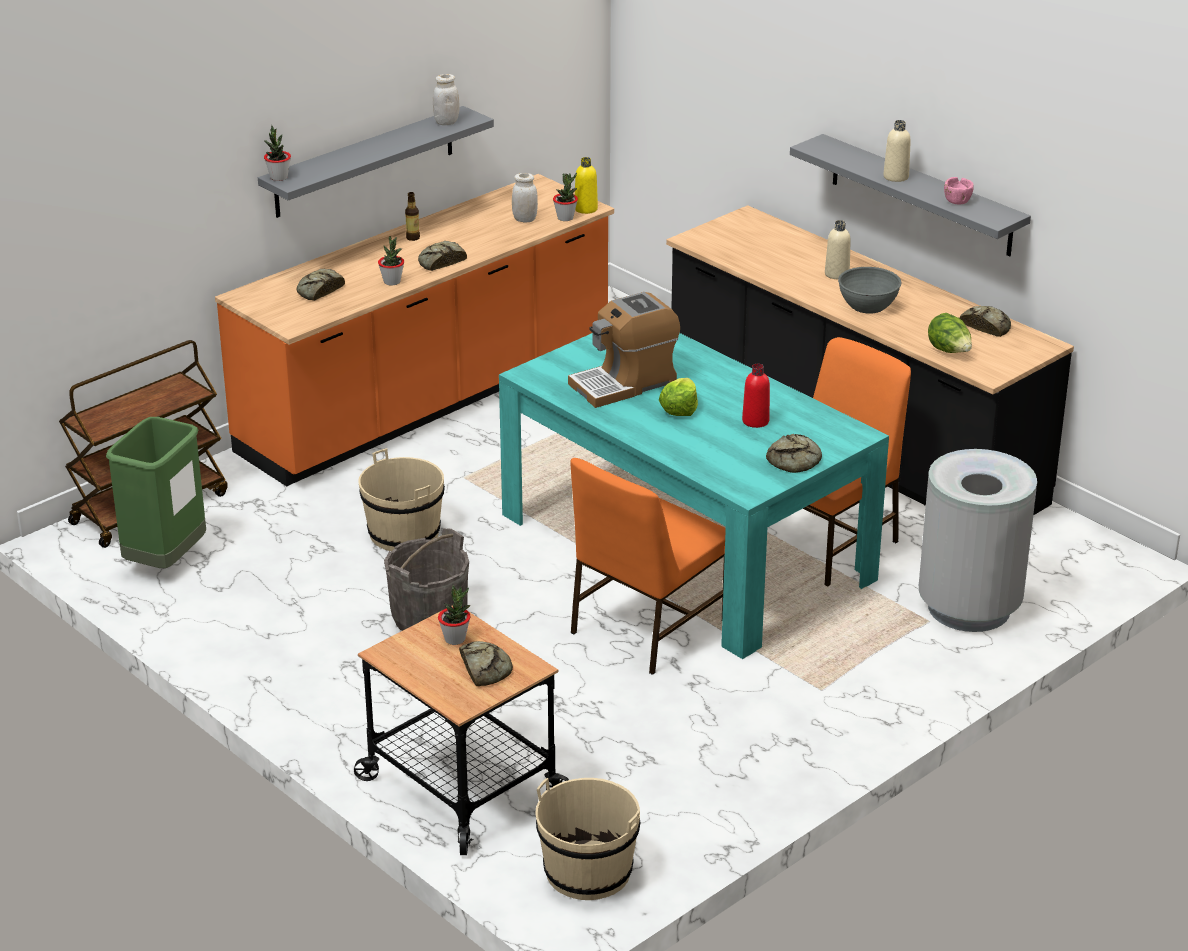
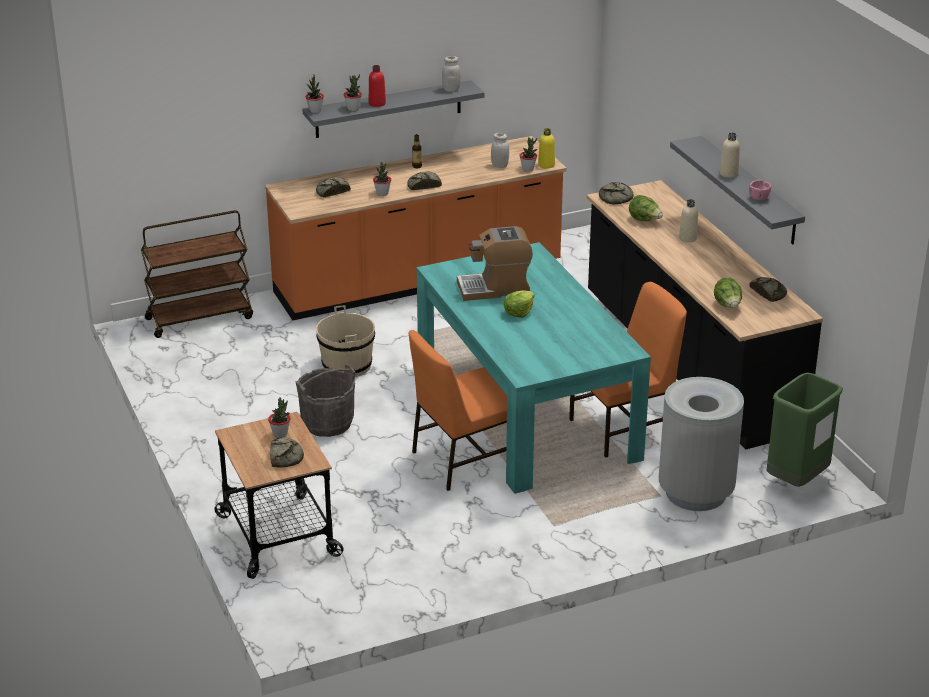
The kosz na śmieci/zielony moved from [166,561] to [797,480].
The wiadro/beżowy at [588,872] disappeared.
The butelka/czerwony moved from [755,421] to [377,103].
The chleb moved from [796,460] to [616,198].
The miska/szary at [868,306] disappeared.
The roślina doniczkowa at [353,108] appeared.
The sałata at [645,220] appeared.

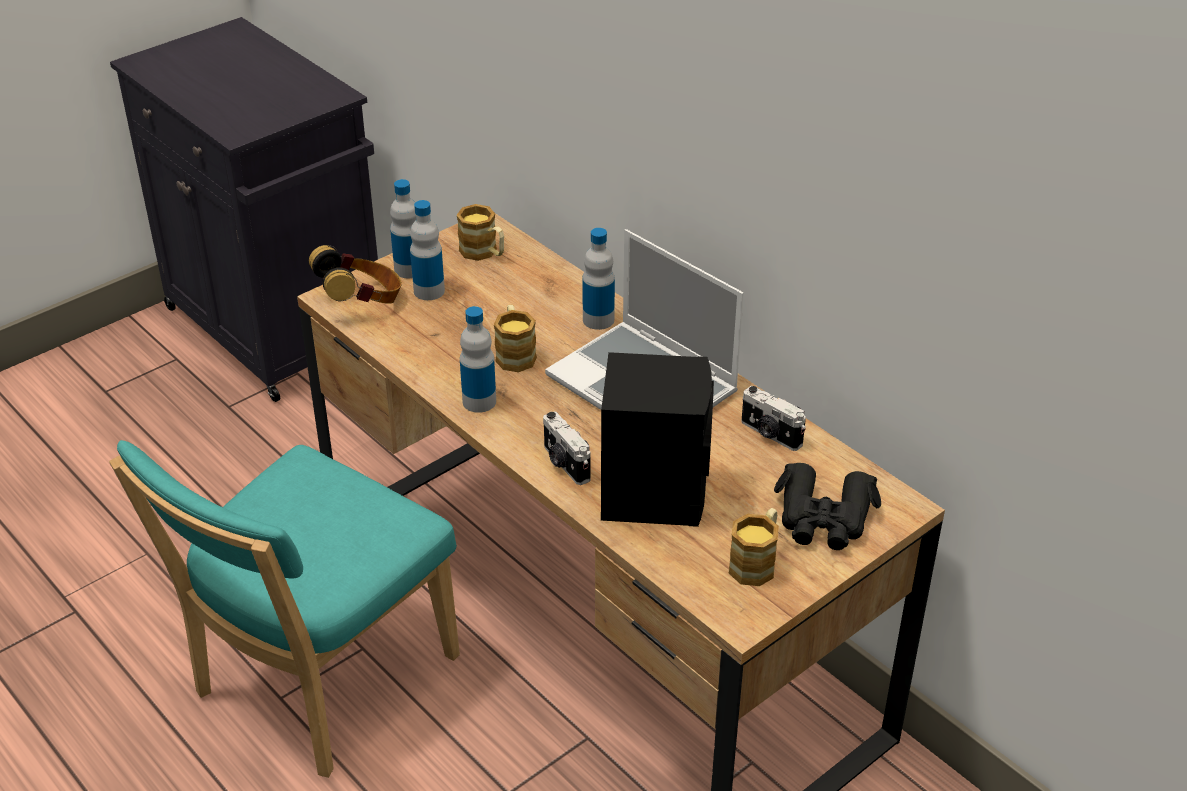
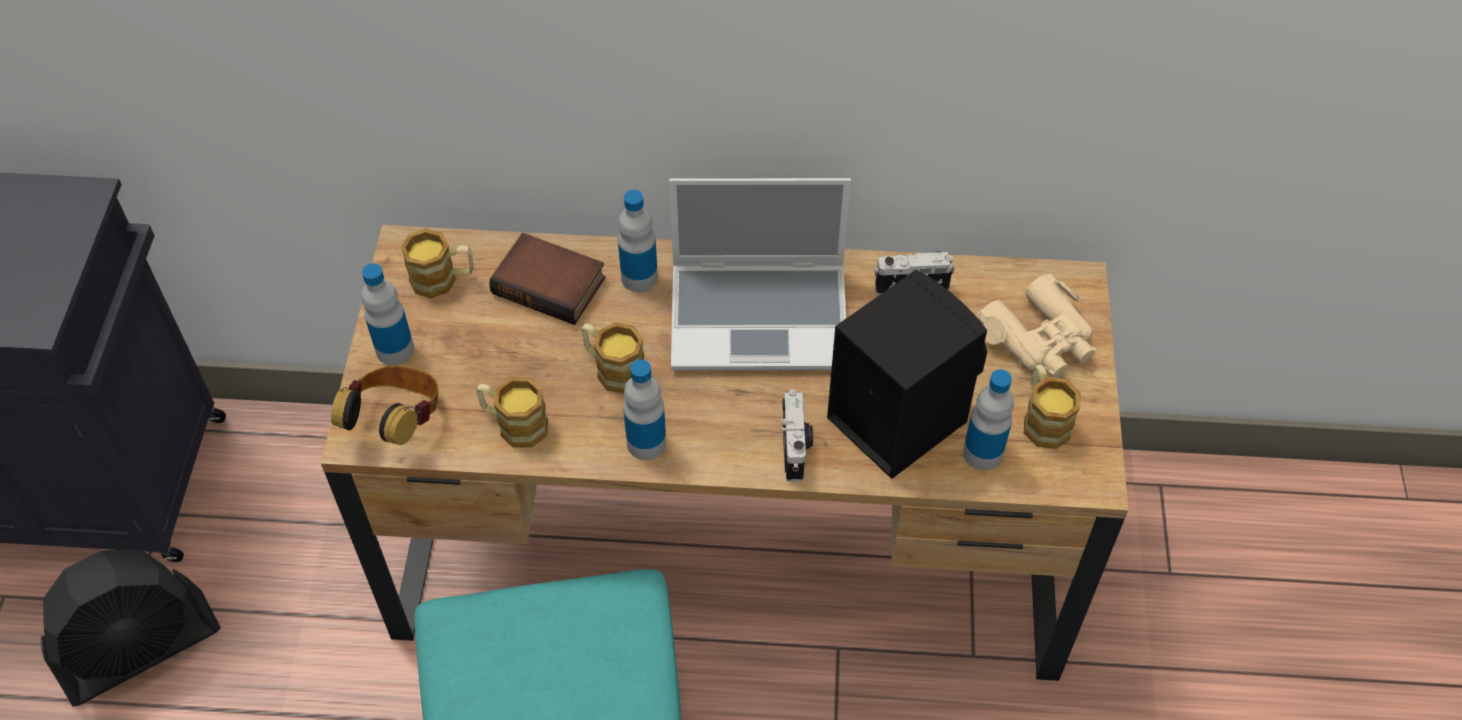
The butelka moved from [429,291] to [982,453].
The aparat fotograficzny at [564,464] turned 105 degrees counterclockwise.
The lornetka/czarny at [824,518] became the lornetka/beżowy at [1040,338].
The wentylator/czarny at [141,649] appeared.
The kubek at [514,424] appeared.
The książka at [552,284] appeared.

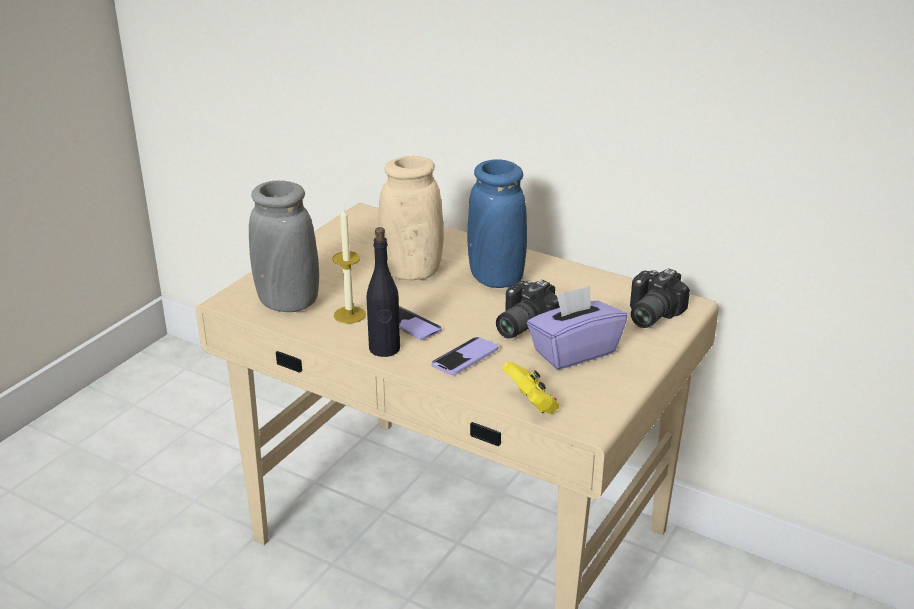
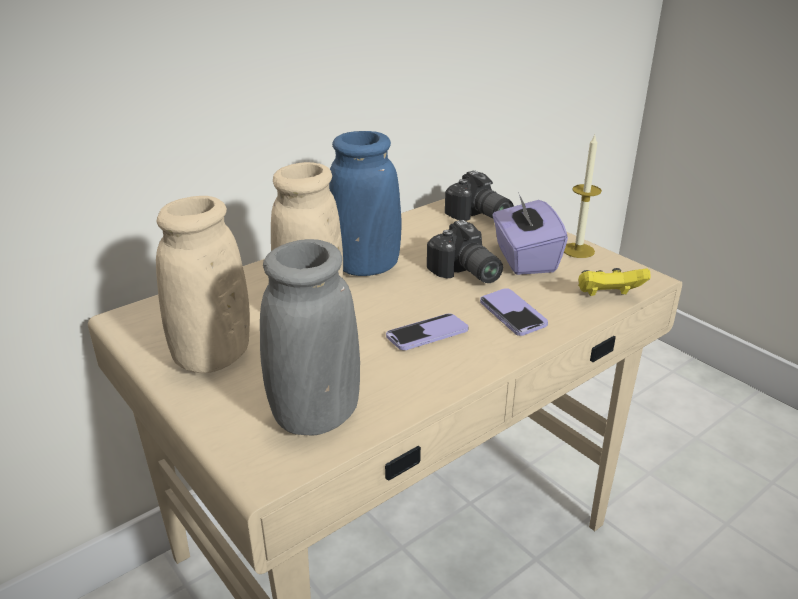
The świeca moved from [349,315] to [578,250].
The butelka/czarny at [384,349] disappeared.
The wazon/beżowy at [213,357] appeared.

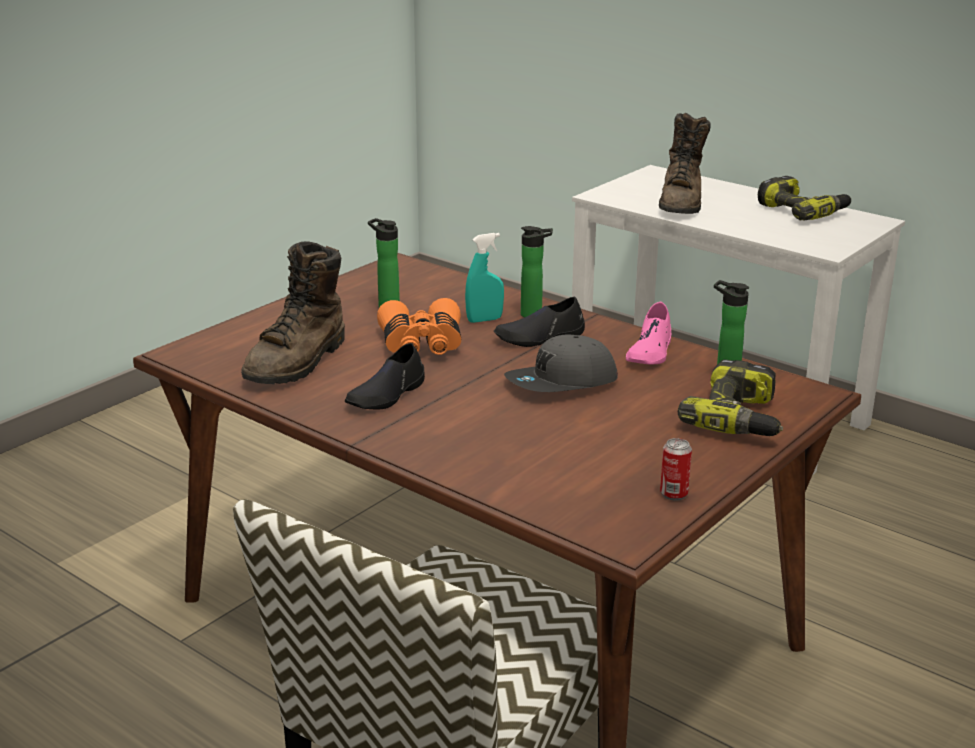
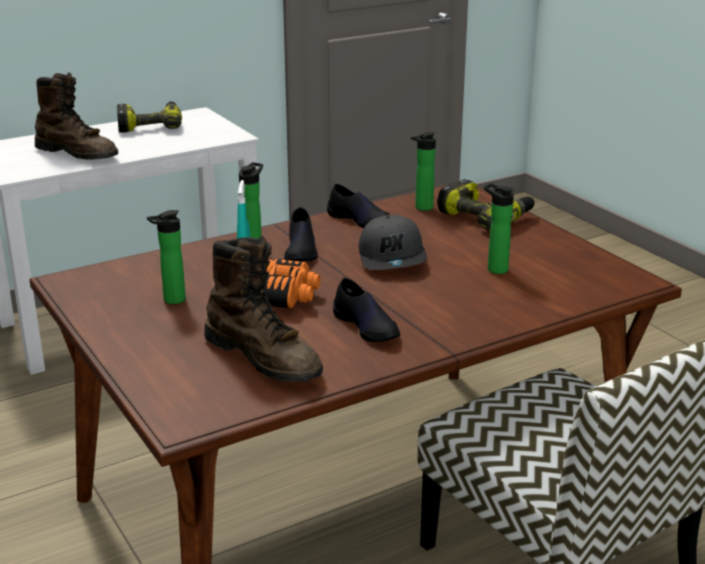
The but/różowy at [650,351] became the but/czarny at [360,220].
The puszka at [673,494] disappeared.
The butelka at [494,269] appeared.

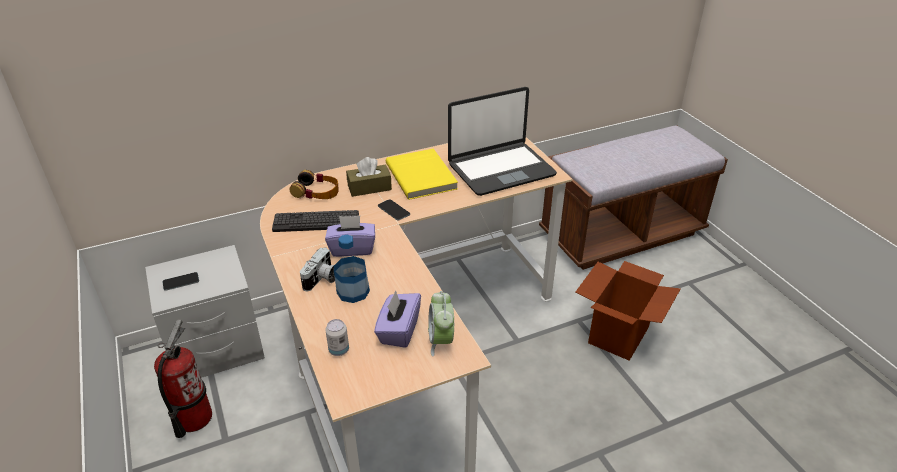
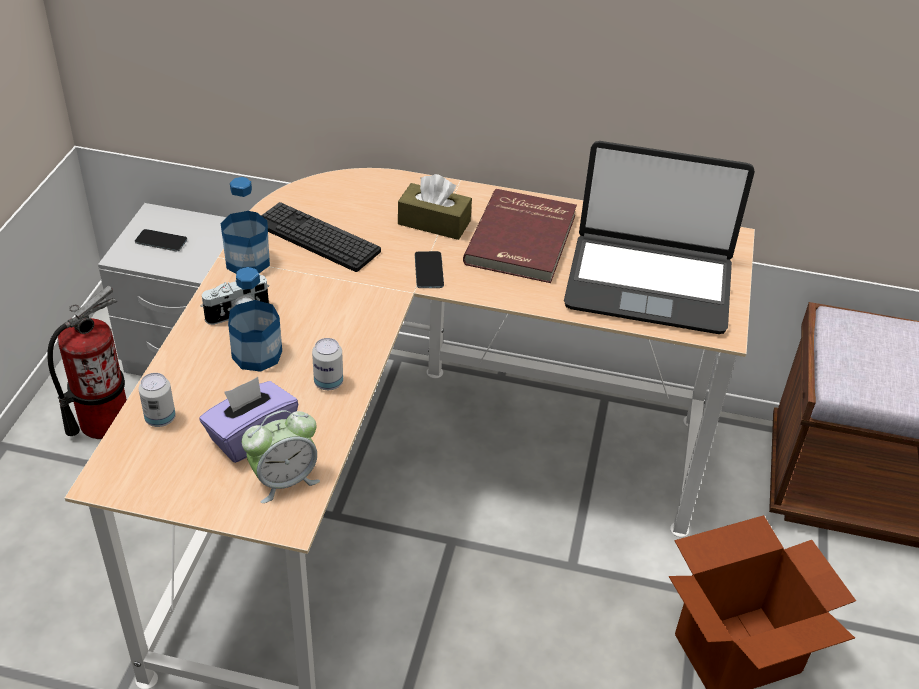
The słuchawki at [316,192] disappeared.
The pudełko chusteczek/fioletowy at [352,248] disappeared.
The książka/żółty at [422,176] became the książka/czerwony at [523,240].
The budzik at [441,341] turned 150 degrees counterclockwise.
The butelka at [247,261] appeared.
The puszka at [328,383] appeared.

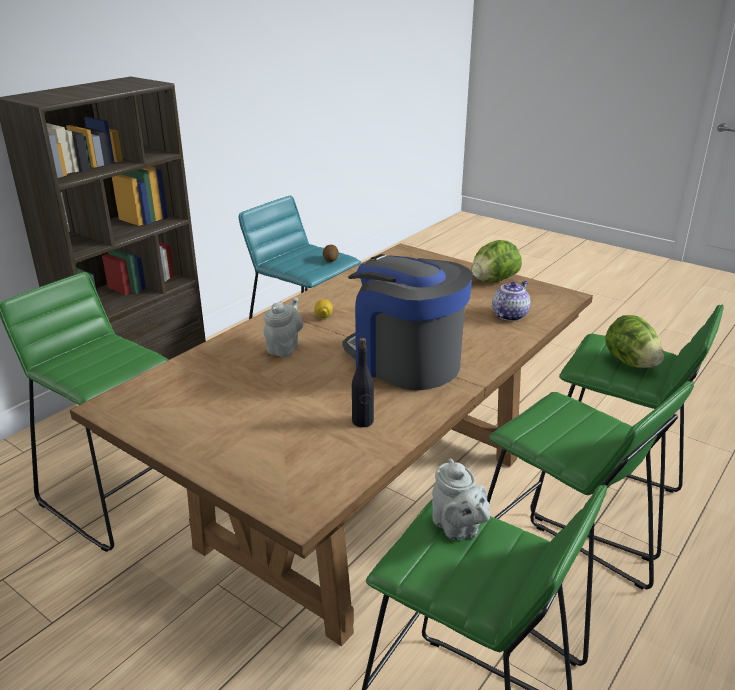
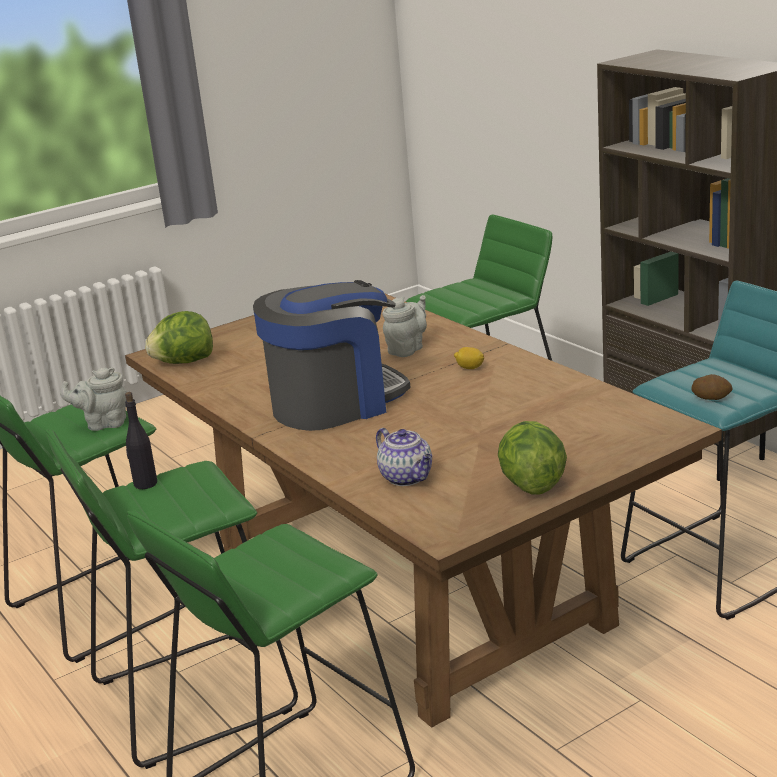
The imbryk/szary at [284,347] turned 90 degrees counterclockwise.
The butelka/czarny moved from [362,421] to [145,484].
The sałata moved from [630,363] to [184,362].

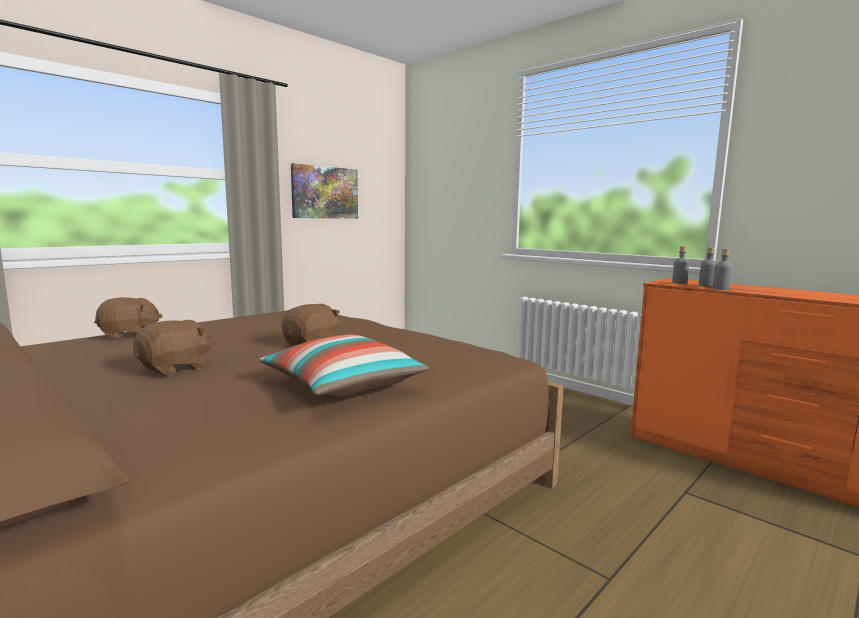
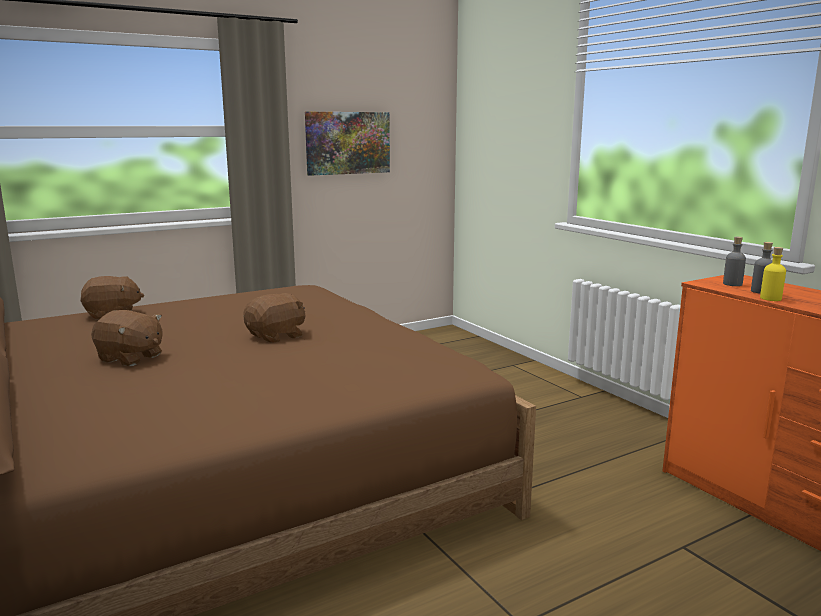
The pluszak/brązowy at [175,369] turned 60 degrees clockwise.
The poduszka at [343,386] disappeared.
The butelka/szary at [721,289] became the butelka/żółty at [770,298].

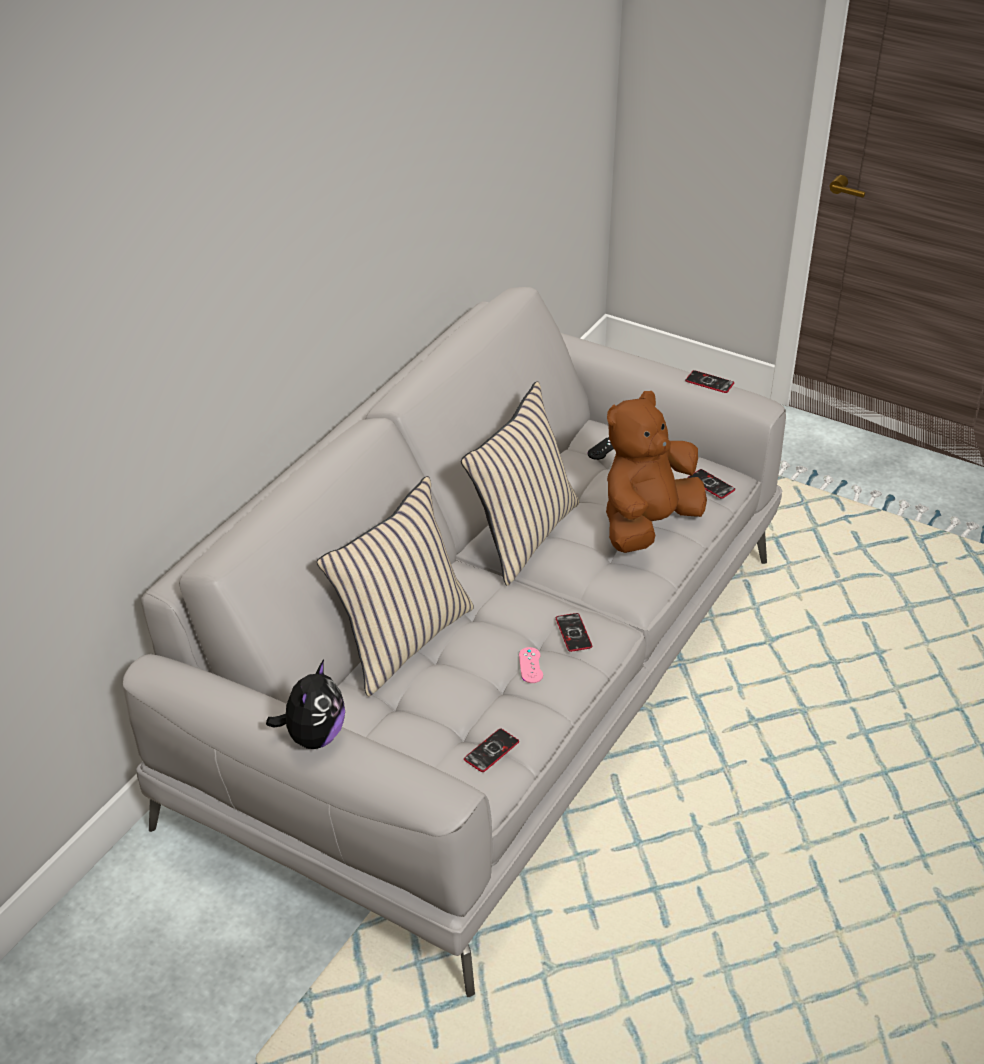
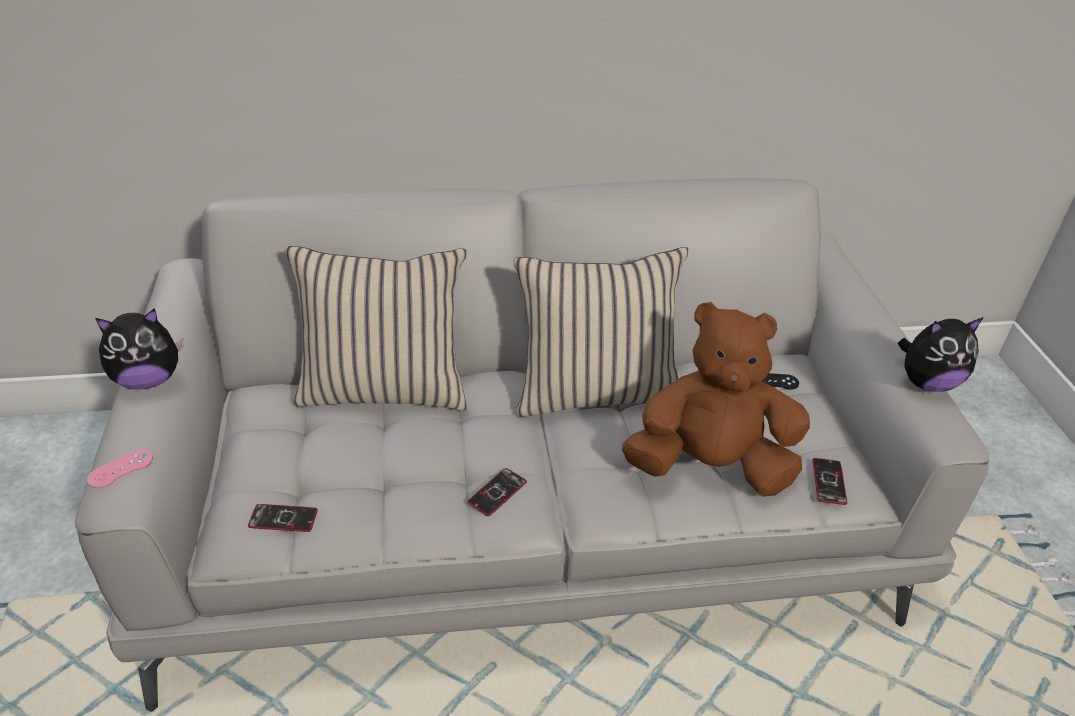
The pad do gier/różowy moved from [530,665] to [120,469].
The telefon at [709,382] was replaced by the pluszak at [927,383].

